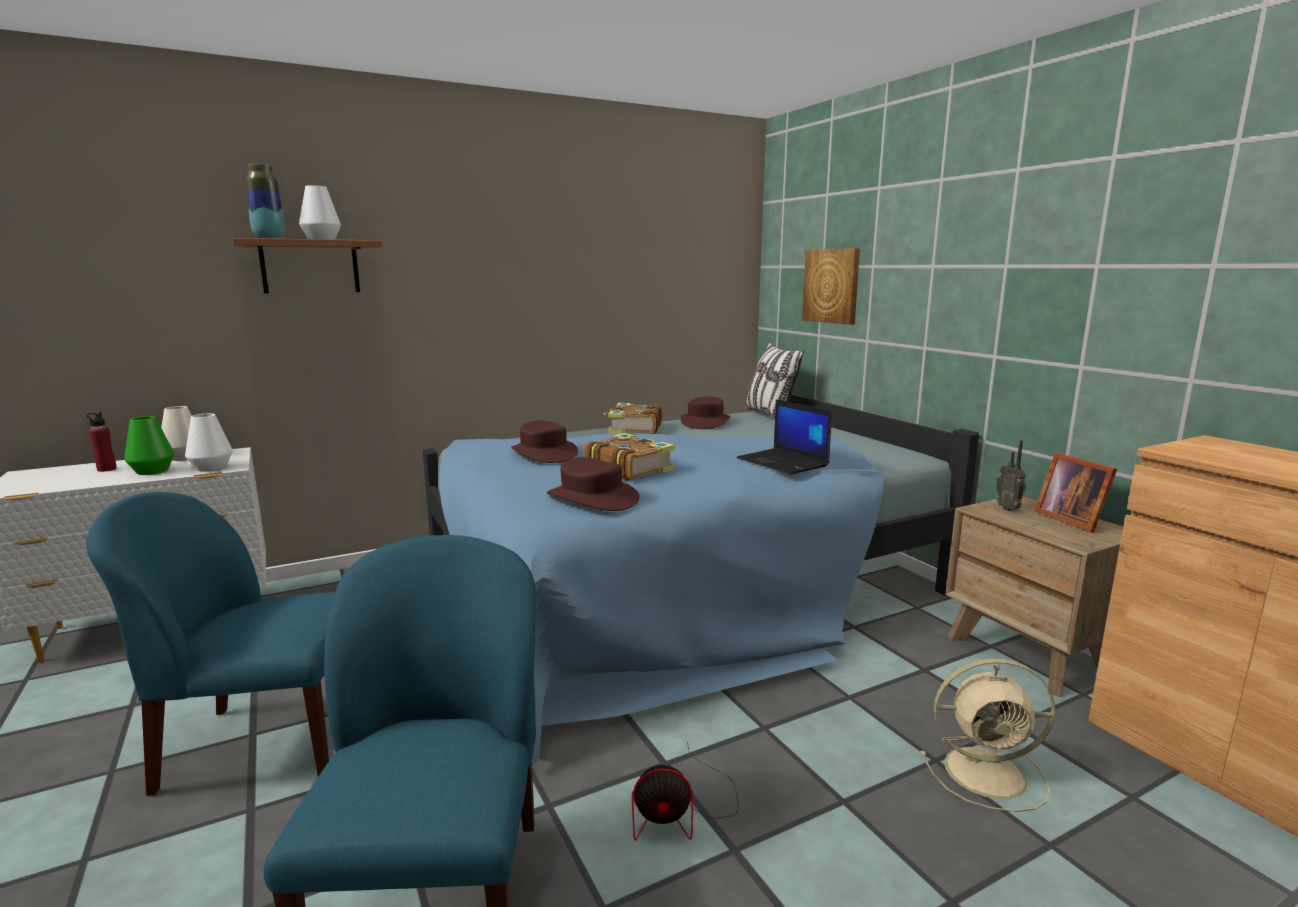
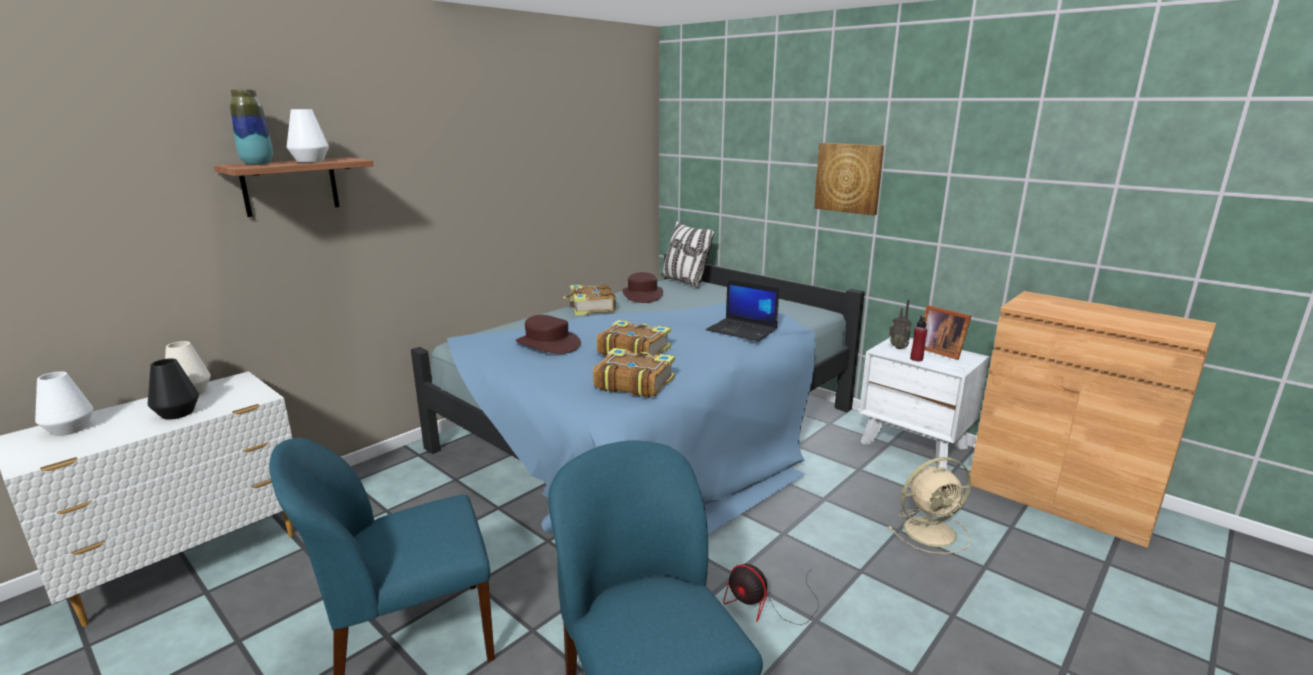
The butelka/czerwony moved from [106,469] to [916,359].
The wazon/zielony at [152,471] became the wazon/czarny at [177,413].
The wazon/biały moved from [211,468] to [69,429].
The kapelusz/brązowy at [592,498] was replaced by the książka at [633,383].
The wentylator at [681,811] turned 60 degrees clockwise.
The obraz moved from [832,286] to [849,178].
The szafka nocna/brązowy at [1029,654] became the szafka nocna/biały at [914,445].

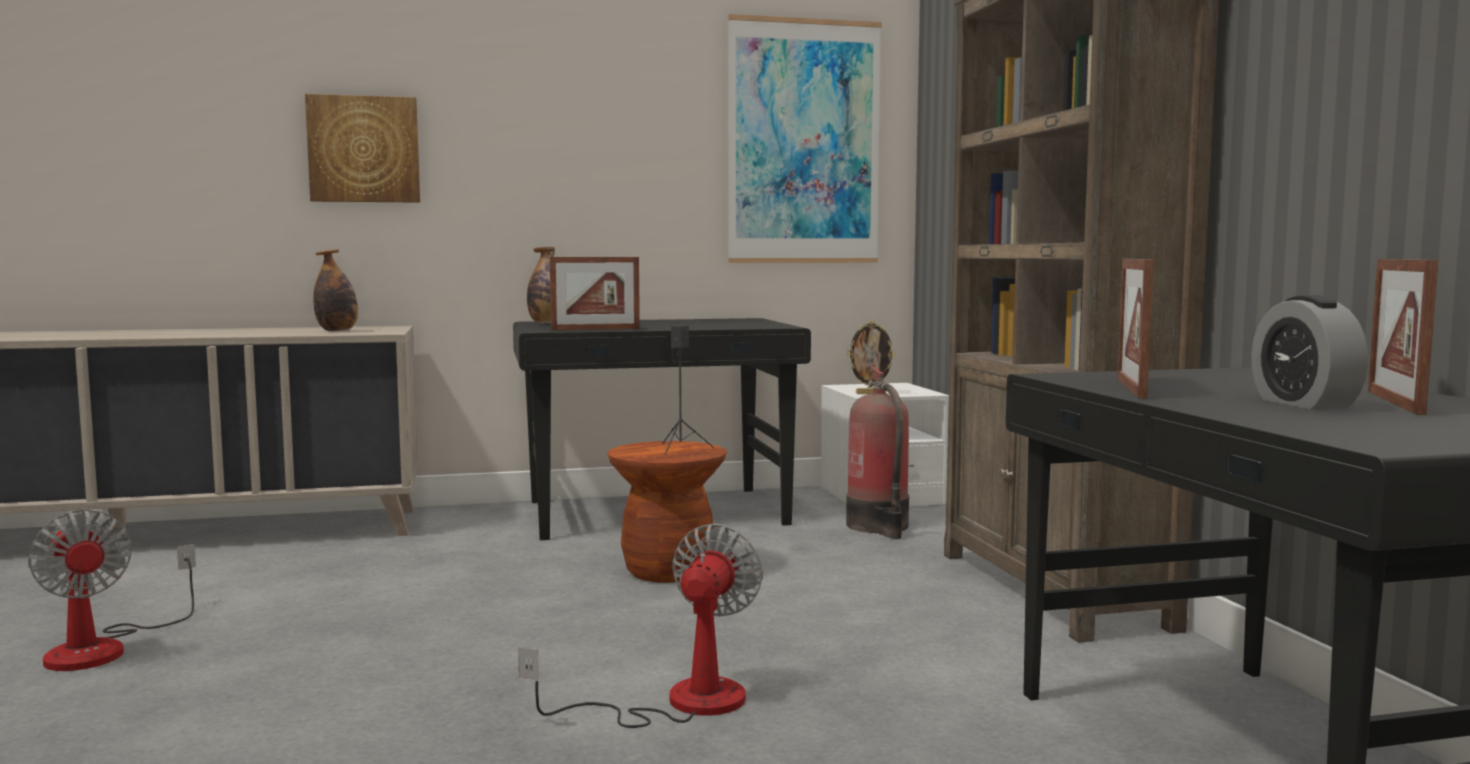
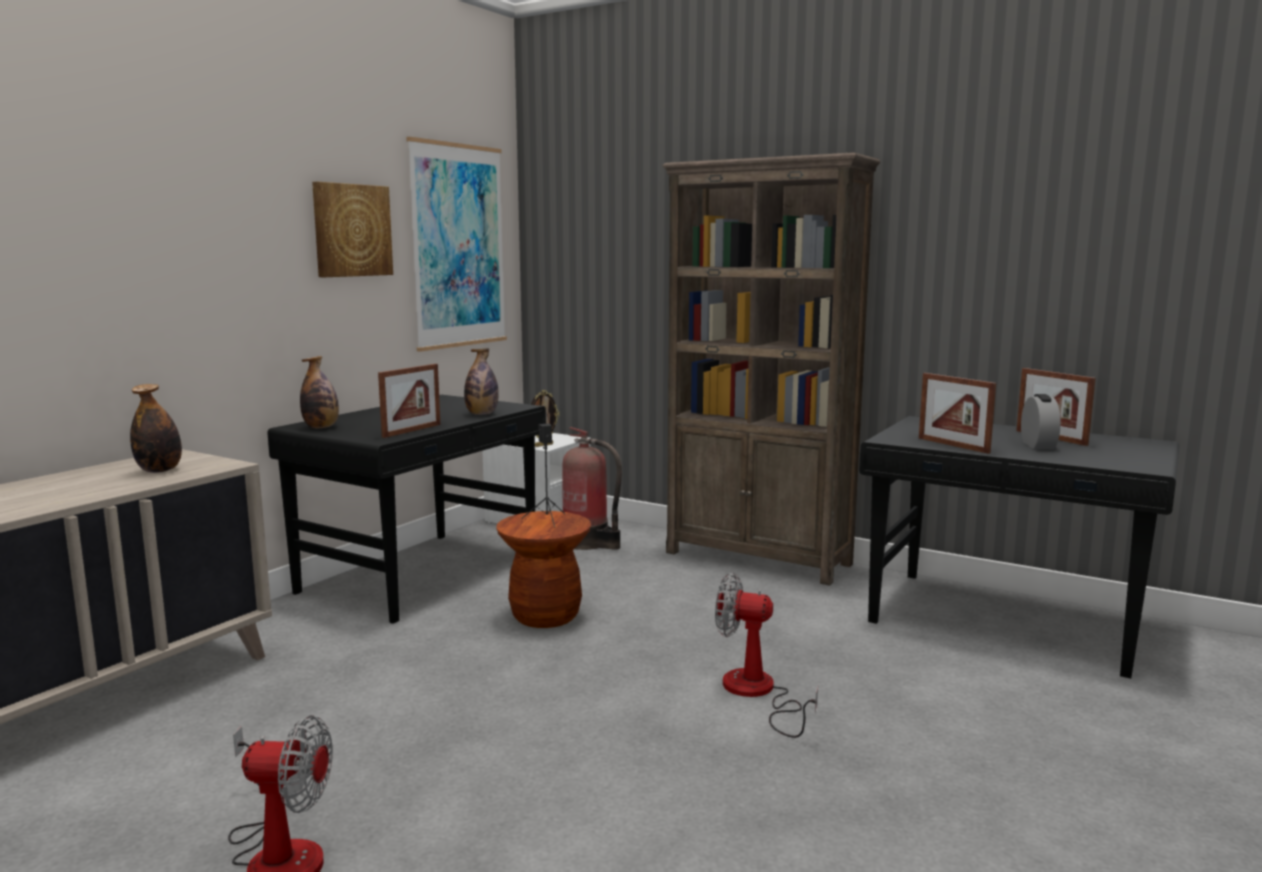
The obraz moved from [364,149] to [351,230].
The wentylator at [678,703] turned 45 degrees counterclockwise.
The budzik at [1303,403] turned 120 degrees counterclockwise.
The butelka at [482,414] appeared.

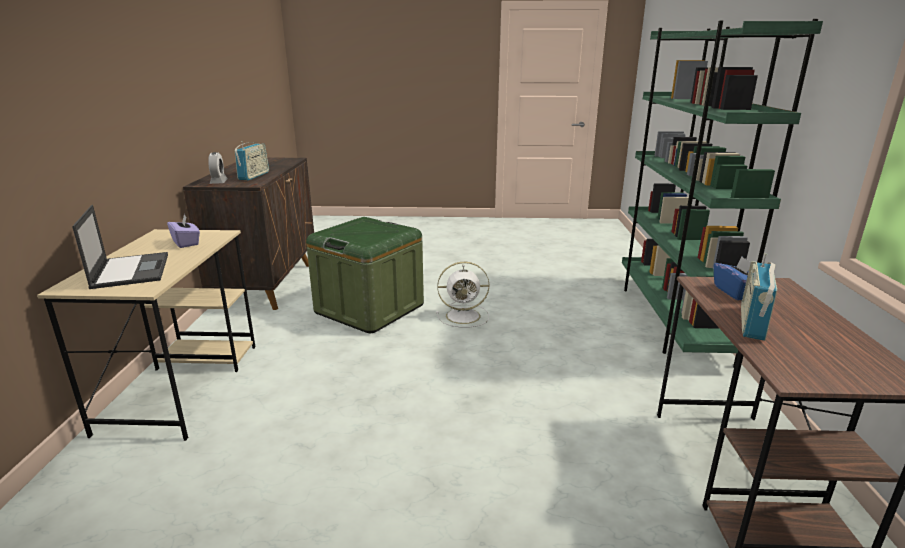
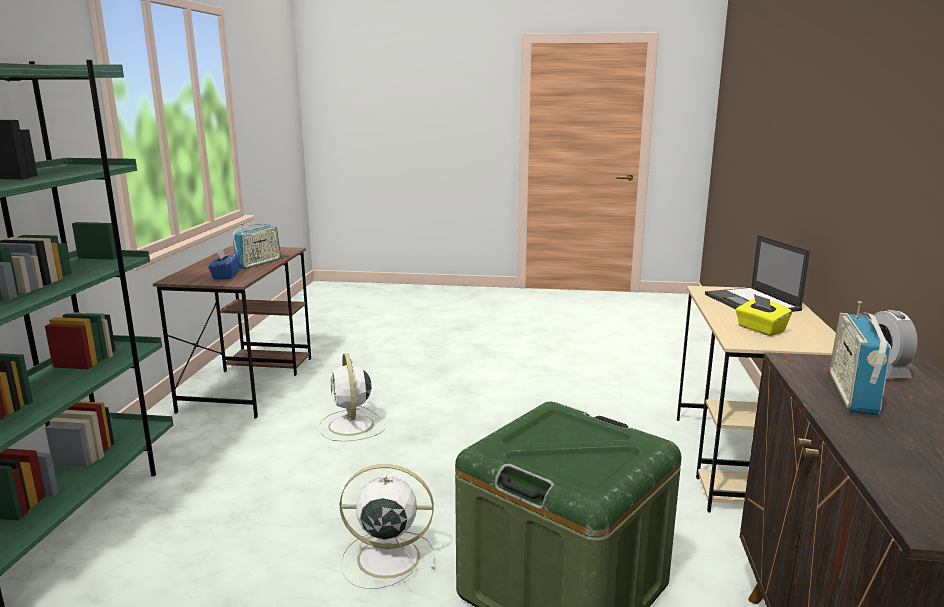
The pudełko chusteczek/fioletowy at [186,243] became the pudełko chusteczek/żółty at [760,329].
The wentylator/biały at [351,426] appeared.

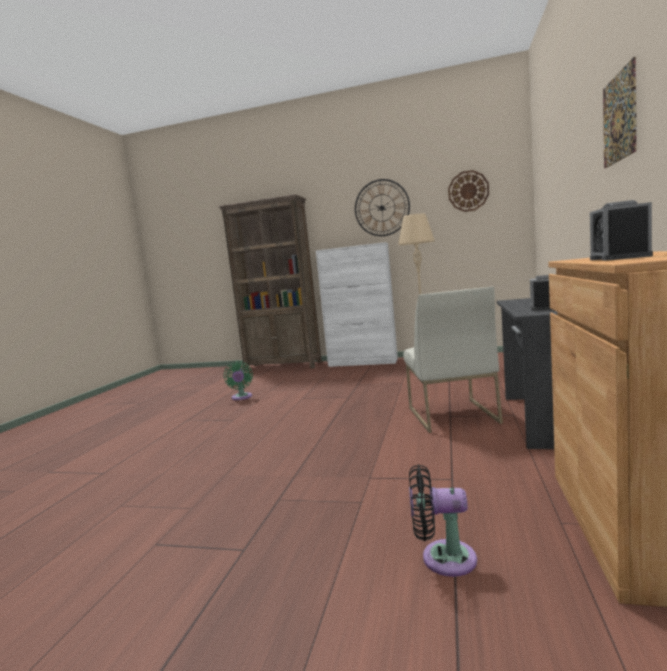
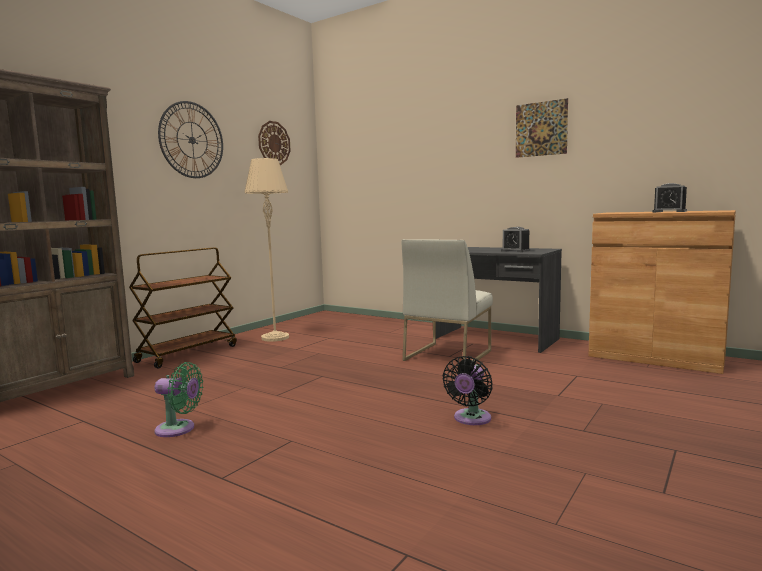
The szafka/biały at [363,362] was replaced by the wózek/brązowy at [188,353].
The krzesło/biały at [451,415] turned 105 degrees clockwise.
The wentylator/czarny moved from [442,558] to [471,419].

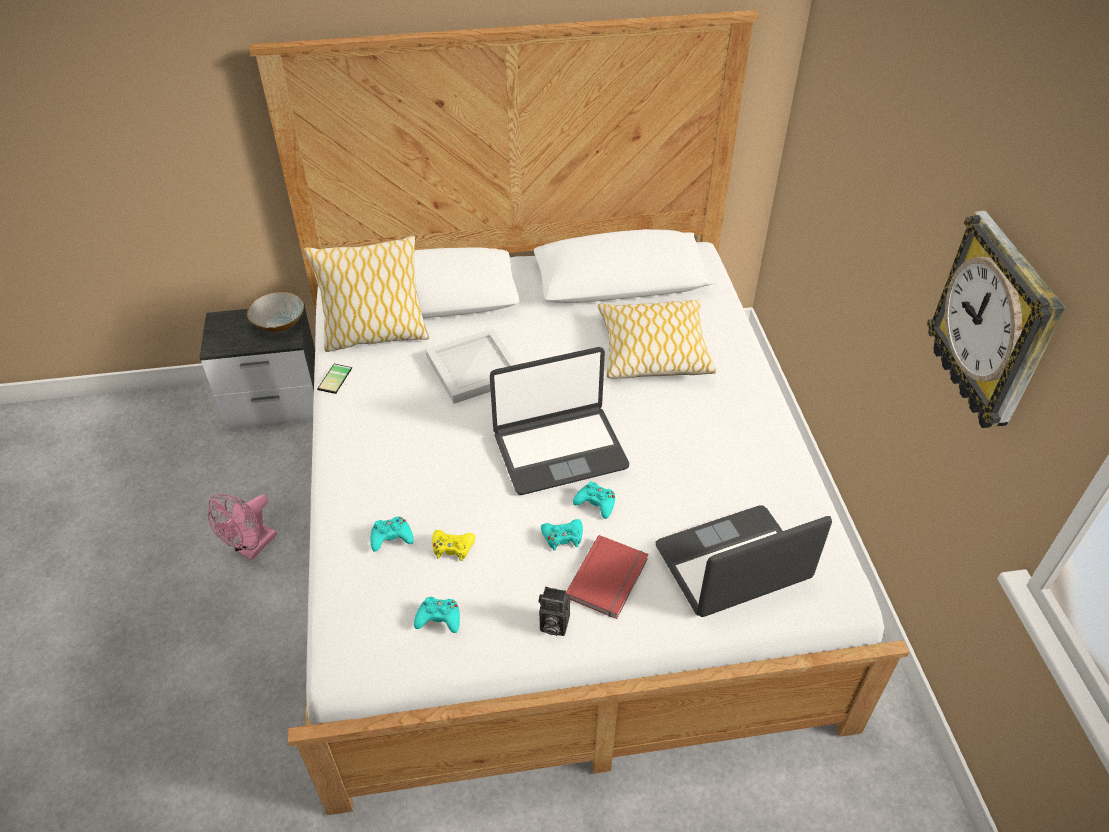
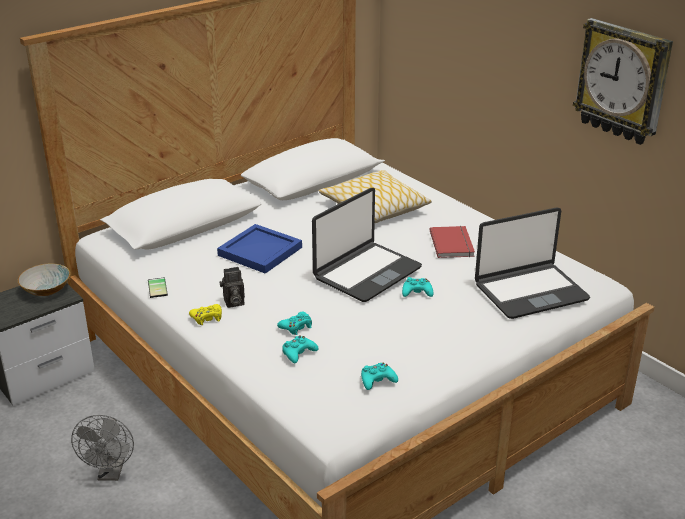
The wentylator/różowy at [252,548] became the wentylator/szary at [111,473].
The poduszka at [375,336] disappeared.
The taca/biały at [473,370] became the taca/niebieski at [260,252].
The pad do gier/żółty moved from [452,547] to [207,318].
The aparat fotograficzny moved from [552,624] to [233,302].
The pad do gier/turkusowy moved from [563,537] to [296,327].
The książka/czerwony moved from [609,578] to [453,244].
The laptop at [733,564] turned 150 degrees counterclockwise.

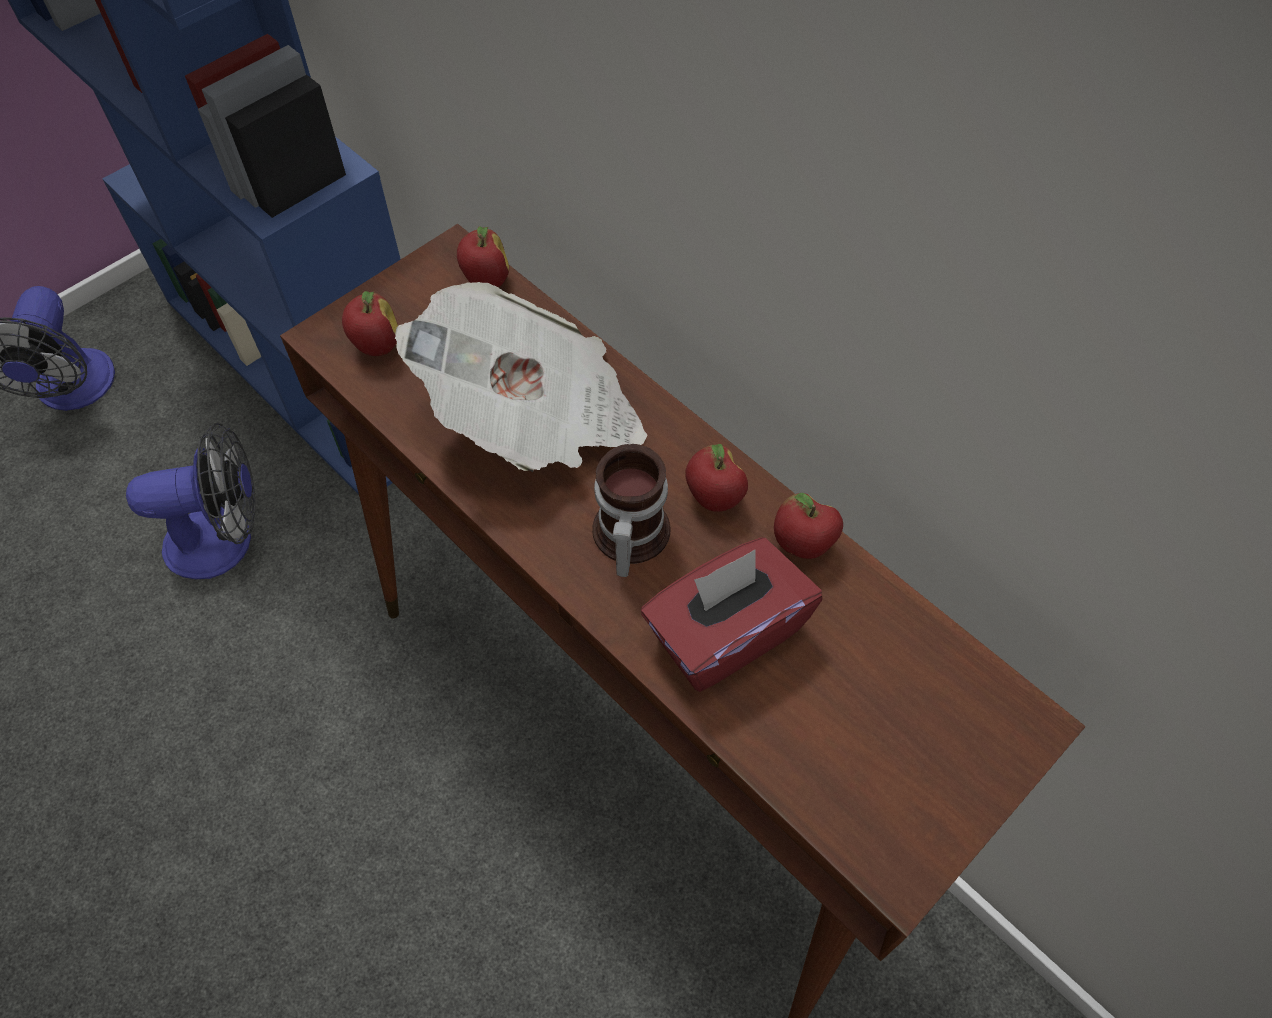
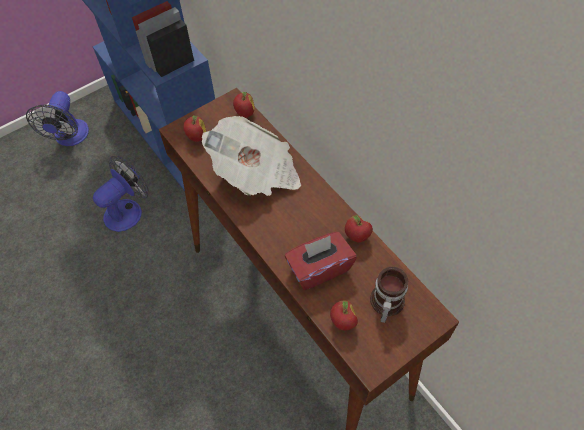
The wentylator at [224,540] turned 45 degrees counterclockwise.
The kubek moved from [626,537] to [385,303].
The jabłko moved from [713,498] to [342,322].

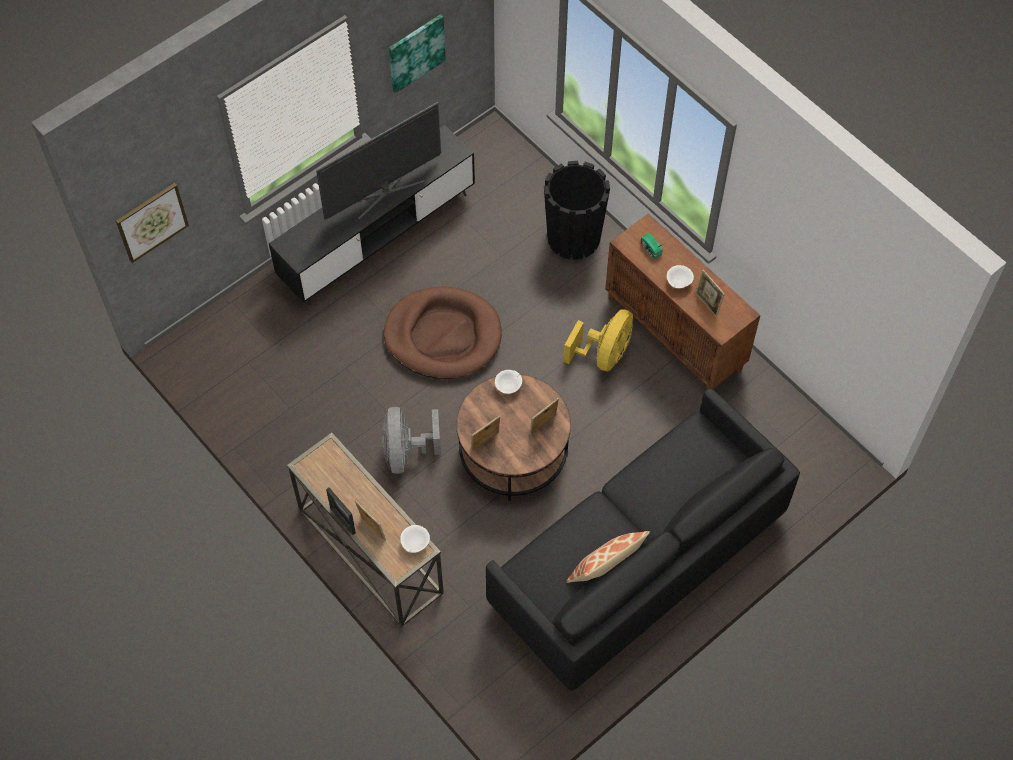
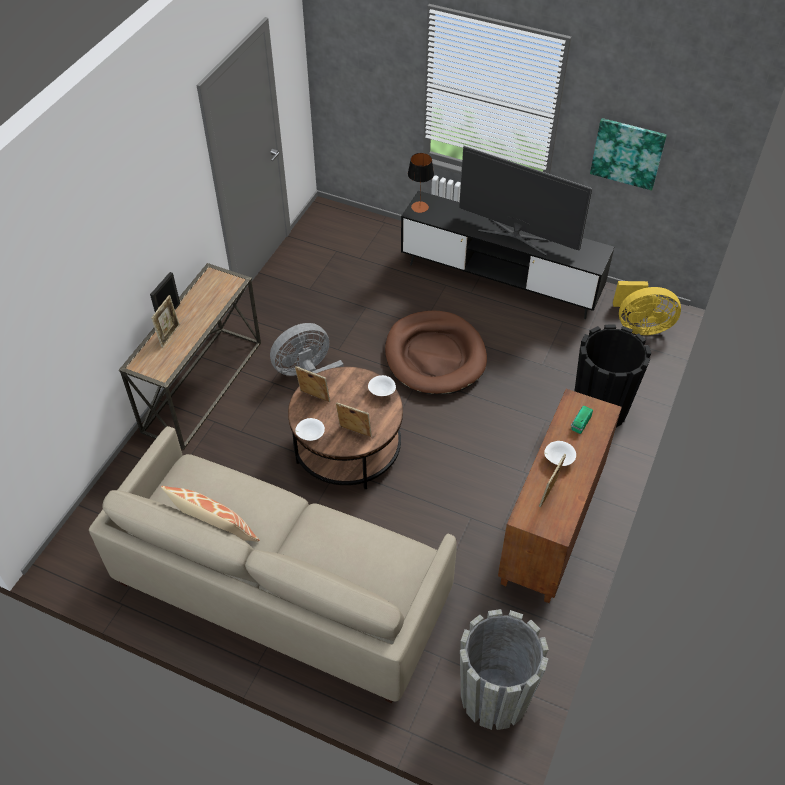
The obraz at [151,222] disappeared.
The miska/biały moved from [415,543] to [310,435].
The kanapa/czarny at [637,560] became the kanapa/beżowy at [281,588].
The wentylator/żółty moved from [604,355] to [640,326].
The lampa stołowa at [419,207] appeared.
The donica/szary at [494,696] appeared.

